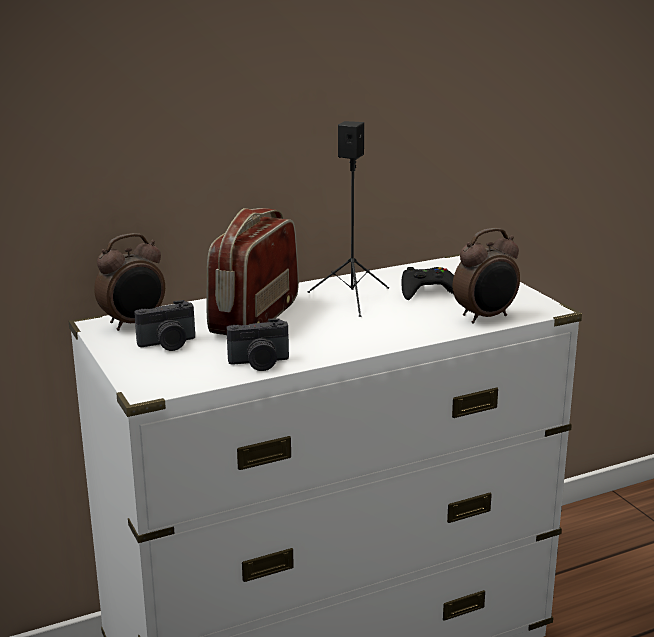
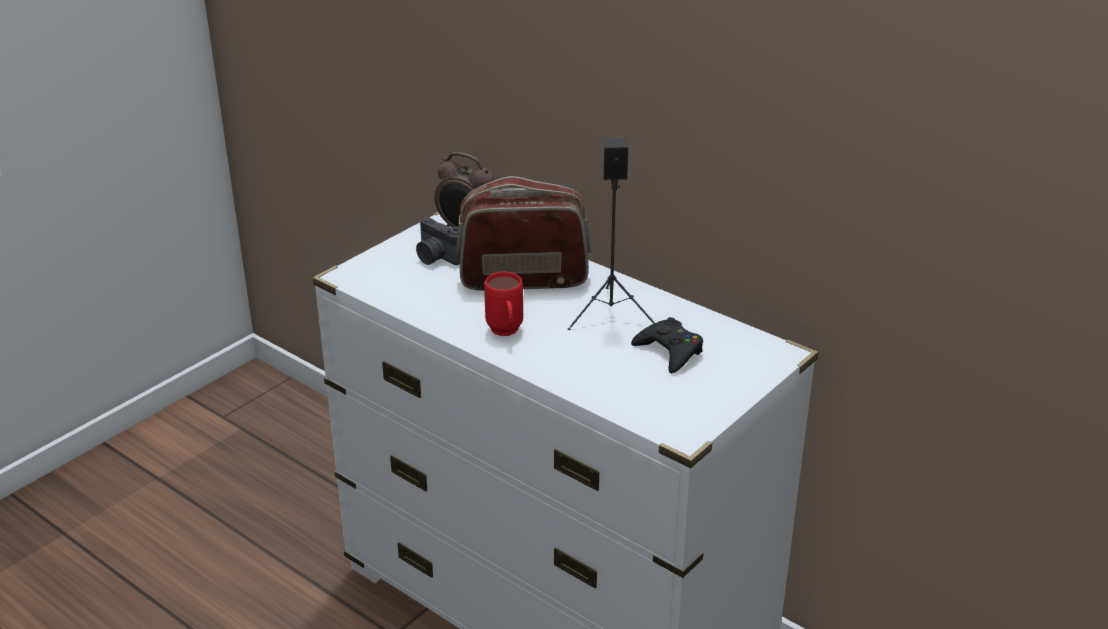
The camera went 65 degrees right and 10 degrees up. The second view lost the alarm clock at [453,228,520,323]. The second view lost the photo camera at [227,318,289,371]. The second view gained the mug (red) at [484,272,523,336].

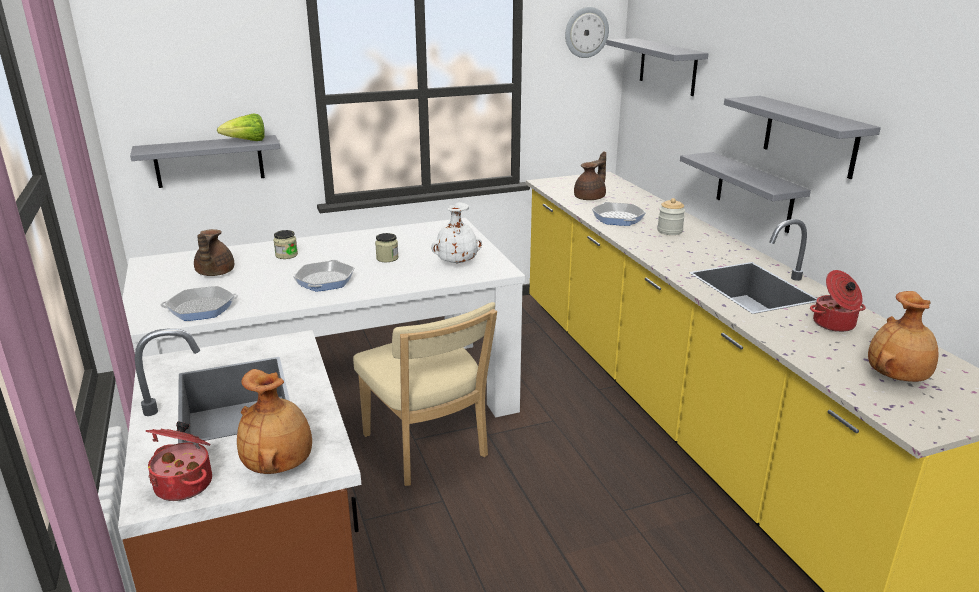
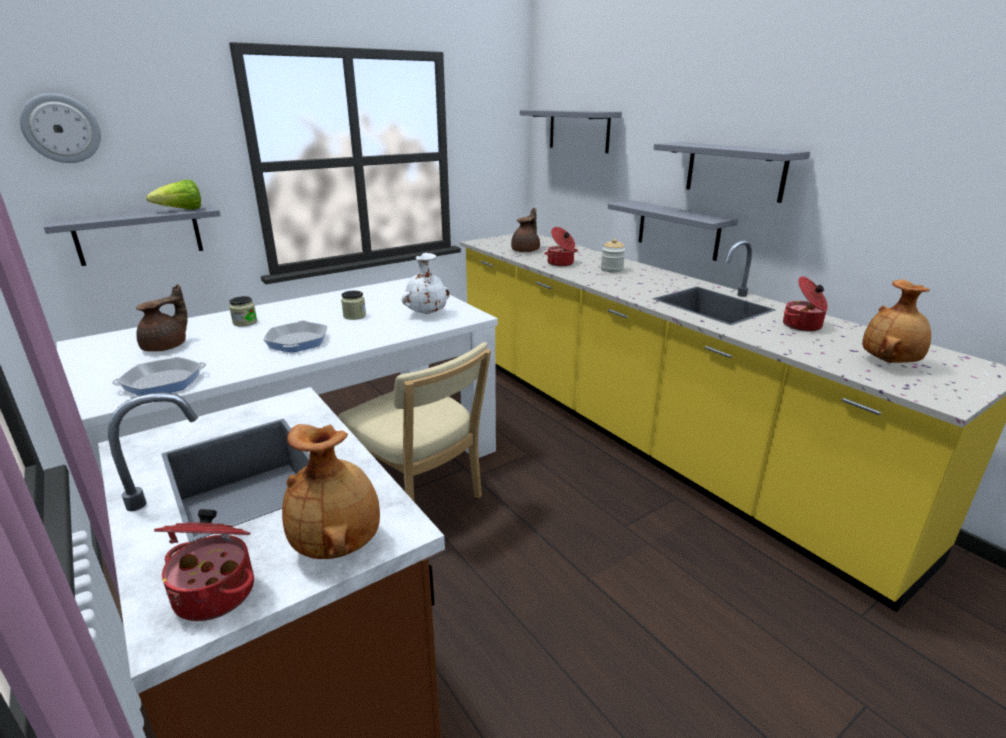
The camera went 15 degrees left and 0 degrees up. The wall clock ended up elsewhere, having gone from [565,7,609,58] to [20,93,101,163]. Where the frying pan stood at [592,202,646,226], the cooking pot came to stand at [544,227,578,266]. The teapot (brown) at [194,229,234,276] ended up facing another way, 135 degrees counterclockwise from before.

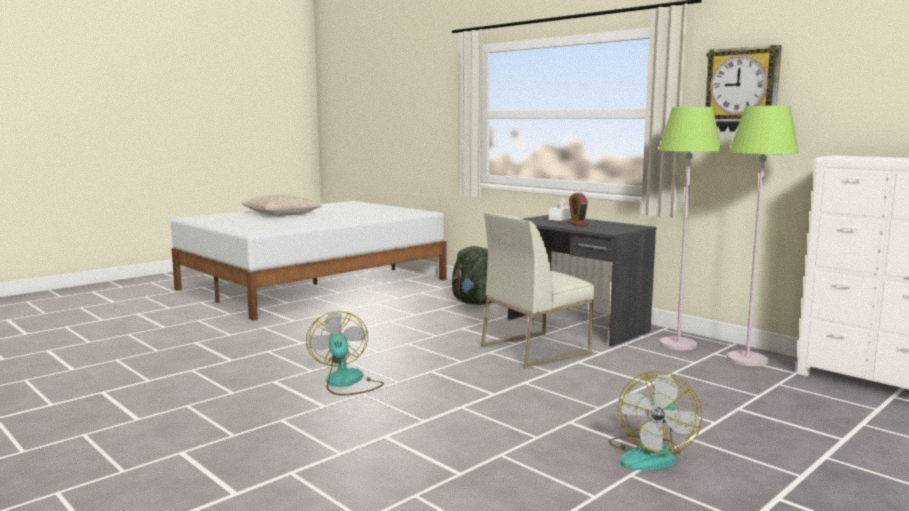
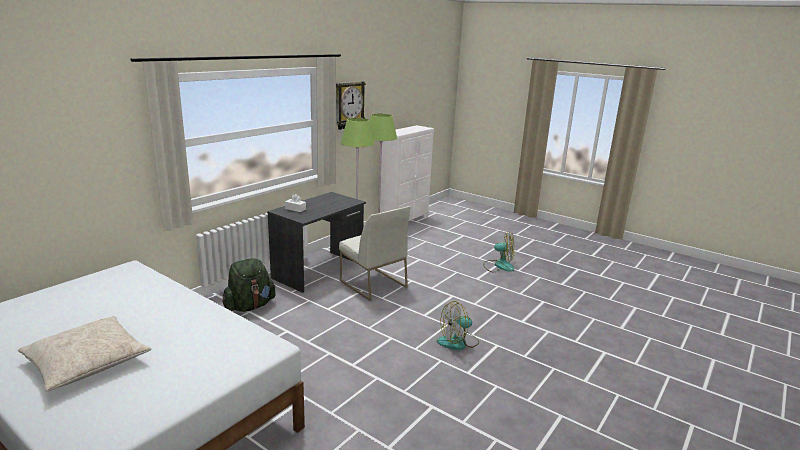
The camera went 100 degrees left and 10 degrees up. The second view lost the alarm clock at [567,192,589,226].

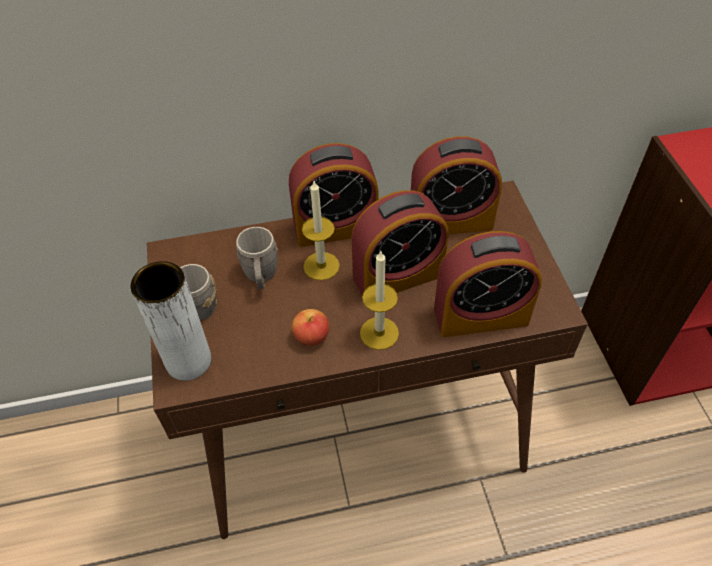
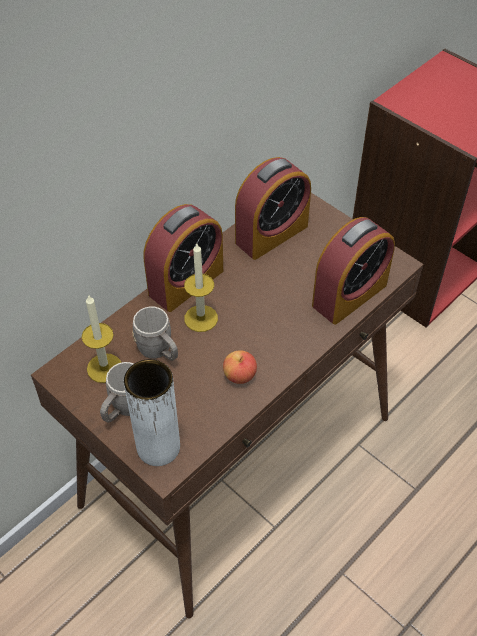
The camera went 35 degrees left and 0 degrees up. The second view lost the alarm clock at [351,190,449,295]. The candle ended up elsewhere, having gone from [360,251,399,350] to [82,294,121,383].

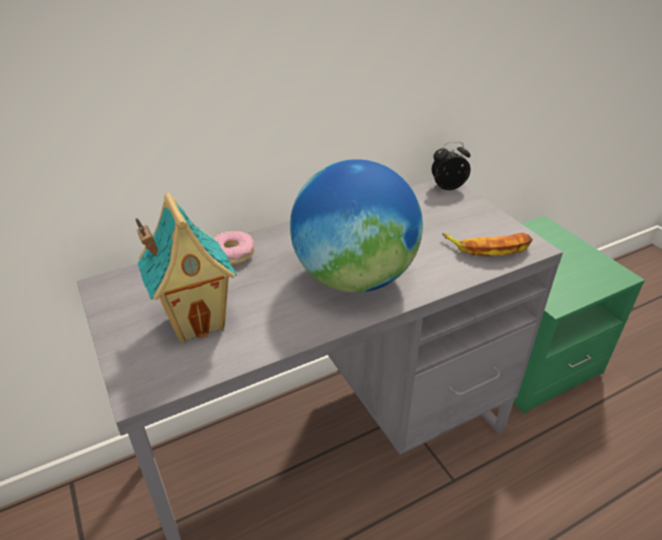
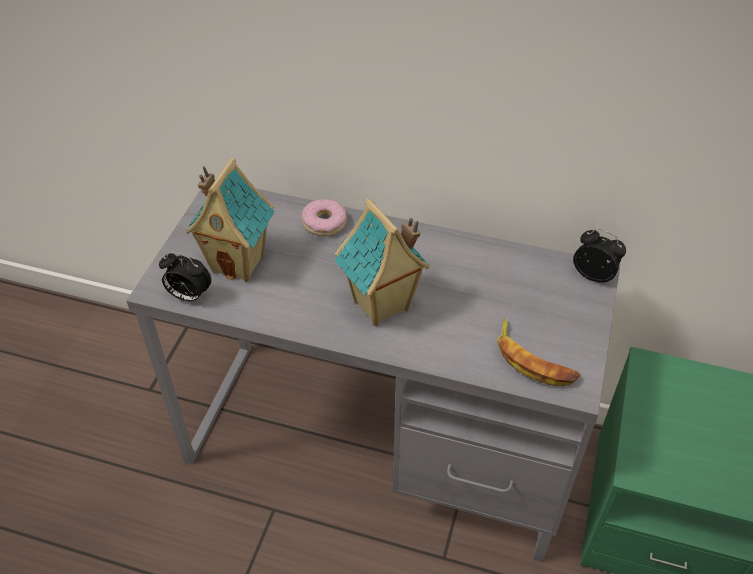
The camera went 45 degrees right and 10 degrees up. Where the globe stood at [290,159,423,293], the toy house came to stand at [335,198,430,326]. The second view gained the alarm clock at [159,252,211,302].

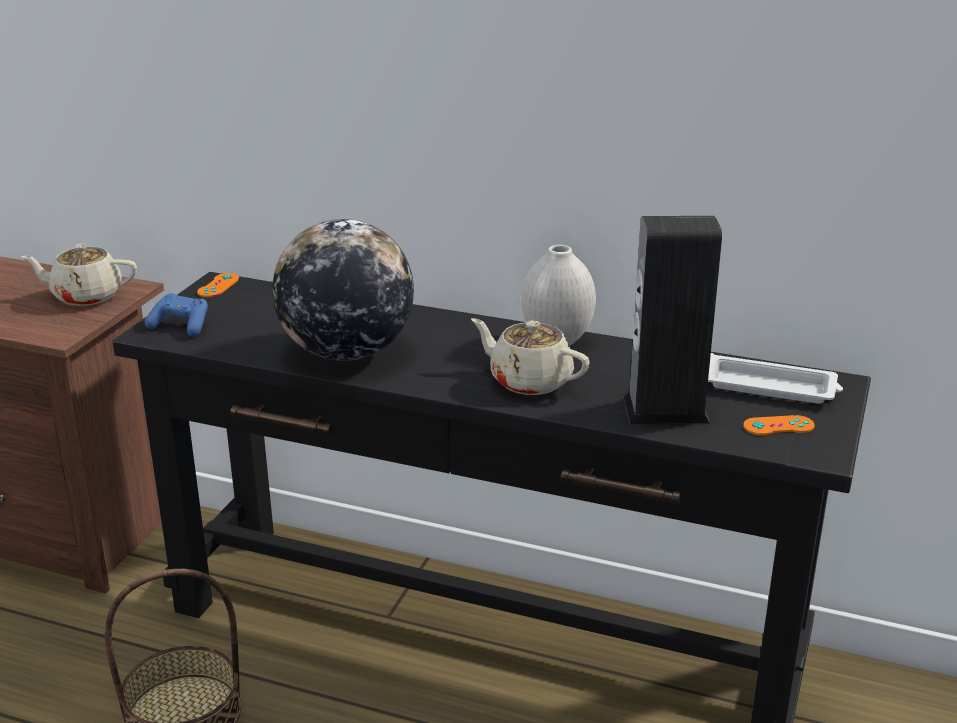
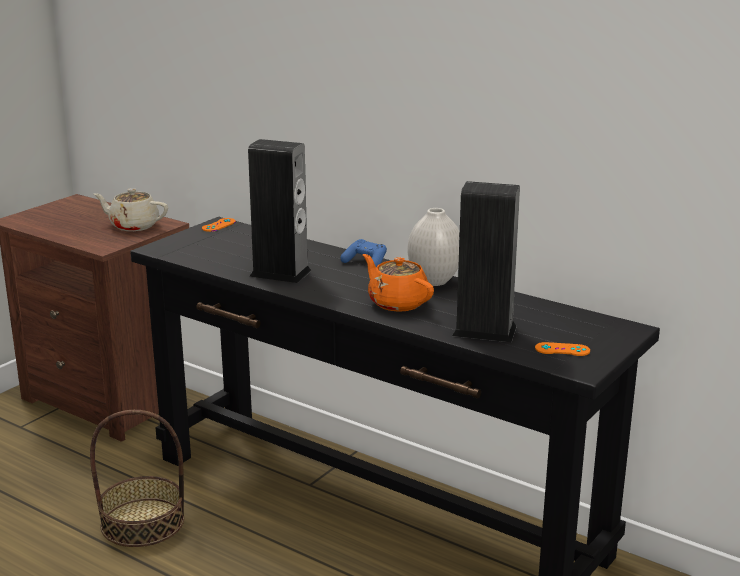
The camera went 15 degrees right and 5 degrees down. Where the globe stood at [272,219,414,361], the speaker came to stand at [248,139,312,283]. The game controller (blue) ended up elsewhere, having gone from [145,293,208,337] to [340,239,387,267]. What was the teapot (beige) at [471,318,590,395] turned into the teapot (orange) at [363,254,434,312]. The second view lost the tray (white) at [708,353,843,404].

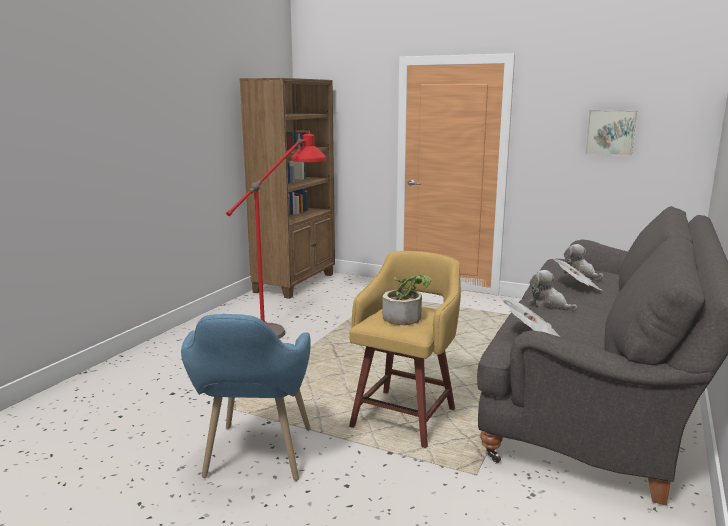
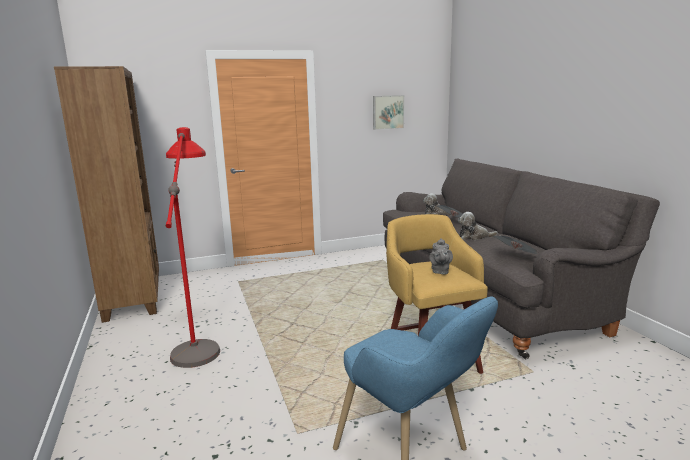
The camera went 45 degrees left and 0 degrees up. Where the potted plant stood at [382,275,431,325], the teapot (grey) came to stand at [429,238,453,275].

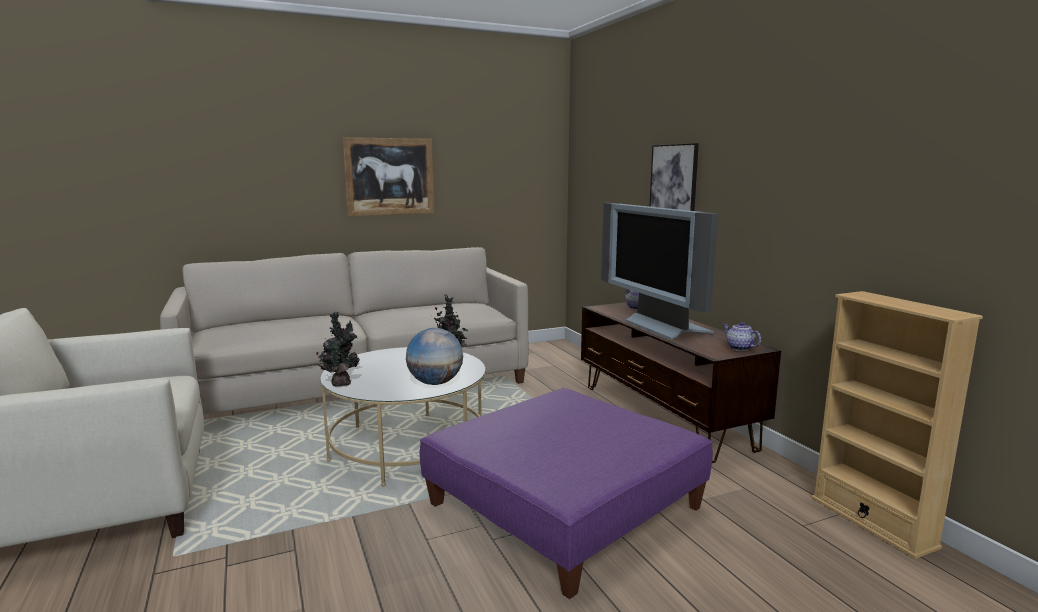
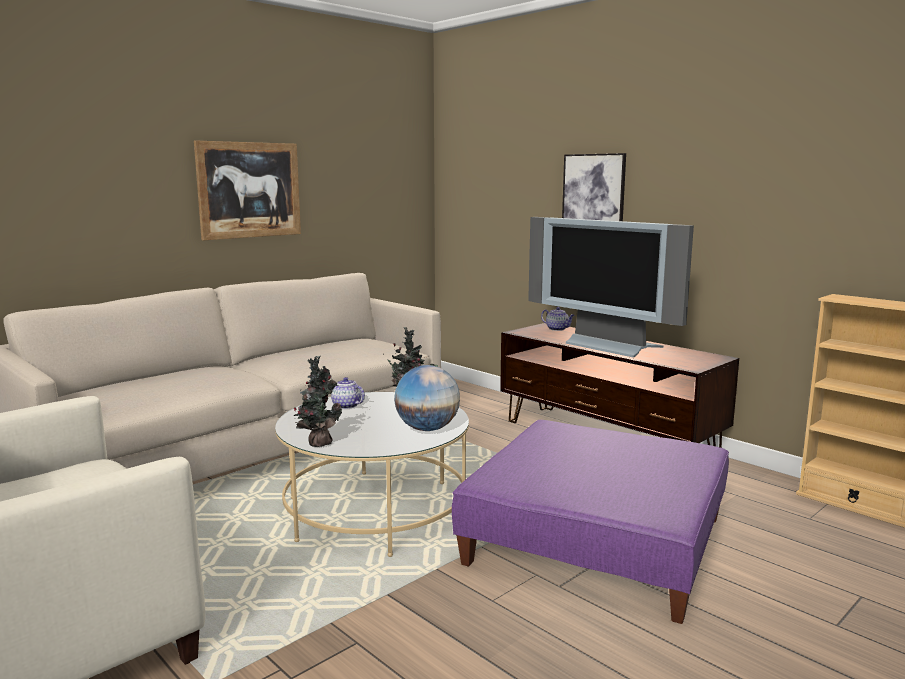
The camera went 20 degrees left and 0 degrees up. The teapot ended up elsewhere, having gone from [723,322,761,351] to [331,377,365,409].

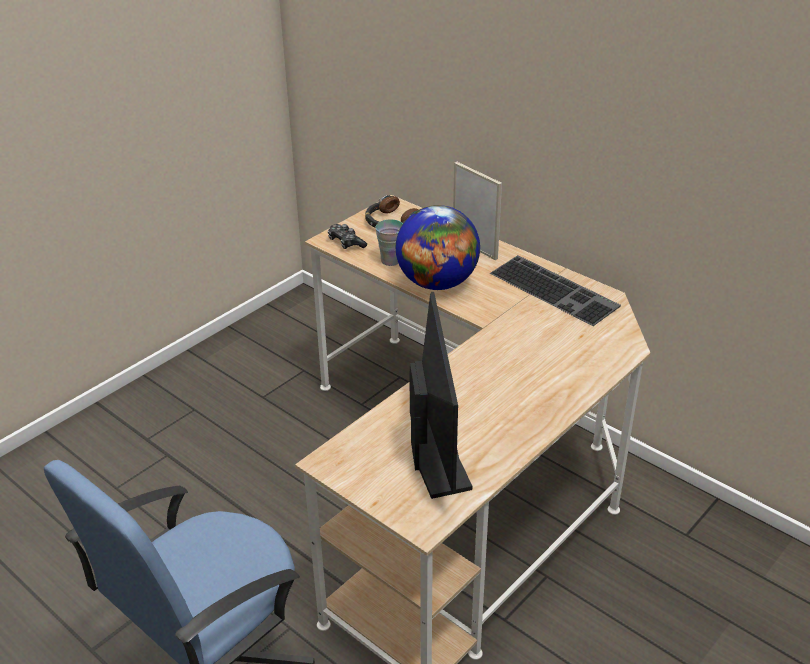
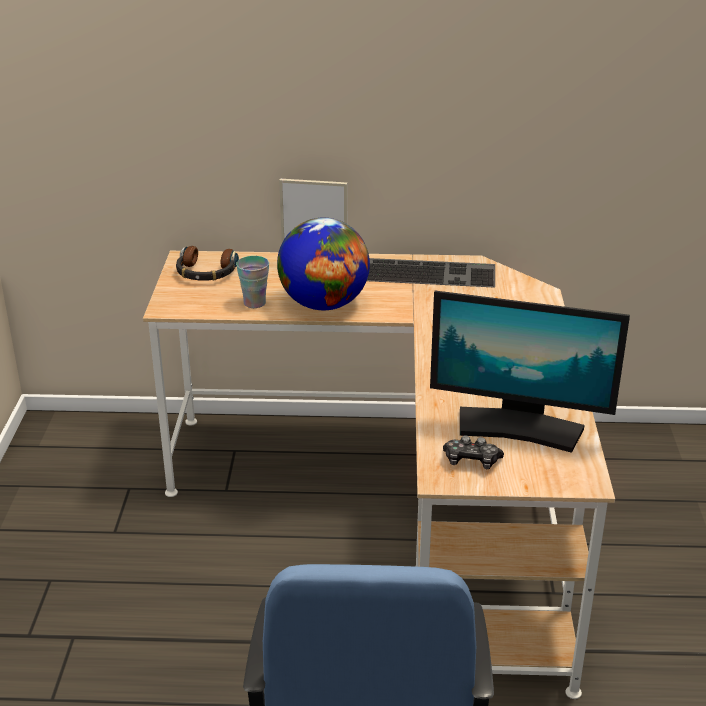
The camera went 40 degrees left and 5 degrees down. The game controller ended up elsewhere, having gone from [328,224,367,249] to [443,435,504,469]. The monitor at [409,292,472,499] ended up facing another way, 150 degrees clockwise from before.

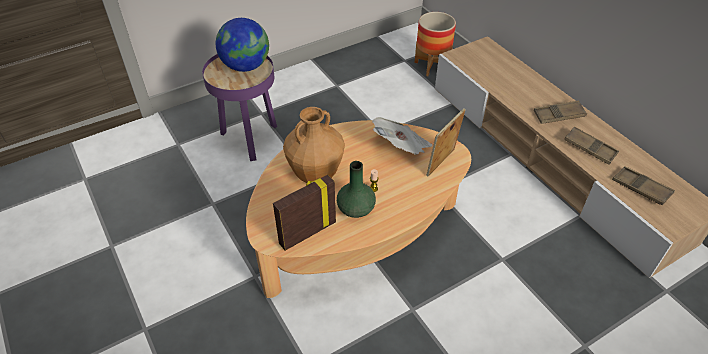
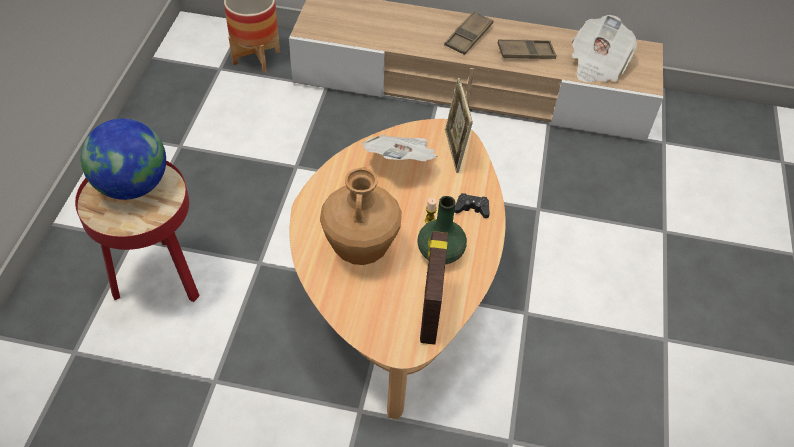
The camera went 50 degrees left and 5 degrees up. What was the side table (purple) at [202,54,277,161] turned into the side table (red) at [75,161,200,302]. Where the tray (brown) stood at [612,166,675,205], the newspaper came to stand at [572,15,637,82]. The second view gained the game controller (black) at [454,193,490,218].

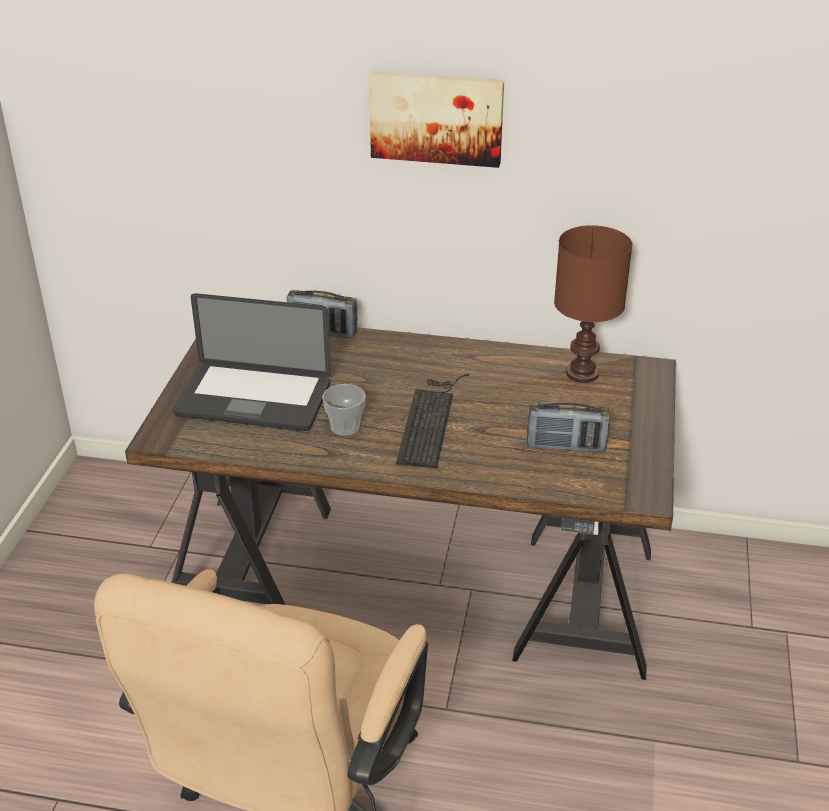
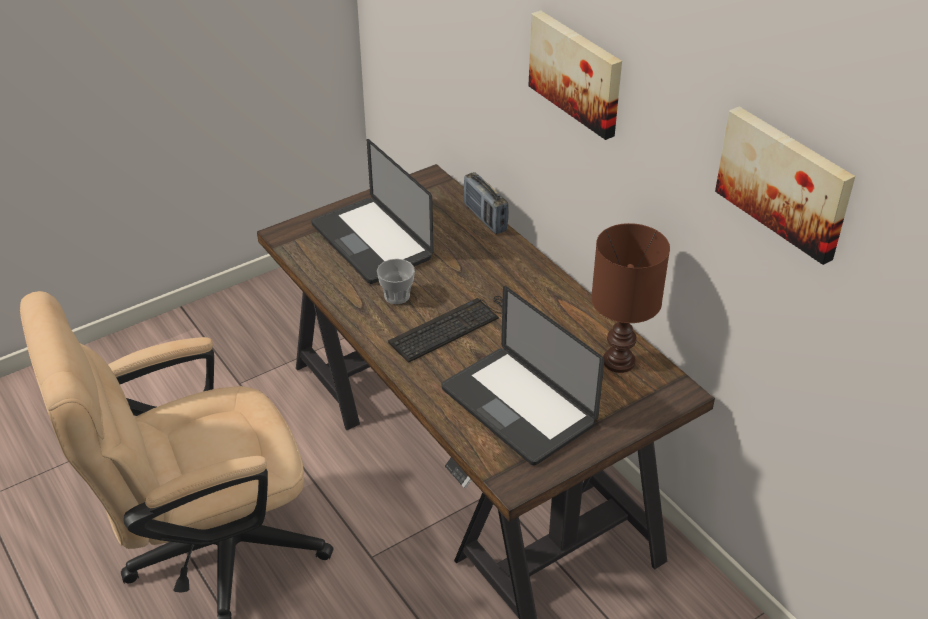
The camera went 45 degrees right and 5 degrees up. Where the radio stood at [527,403,610,452], the laptop came to stand at [441,286,604,466]. The second view gained the picture at [715,107,855,265].

